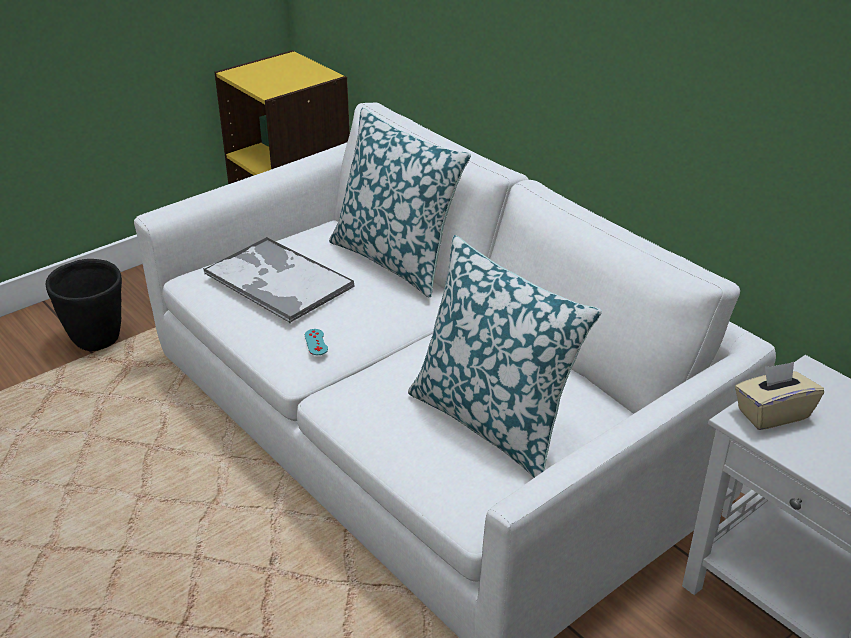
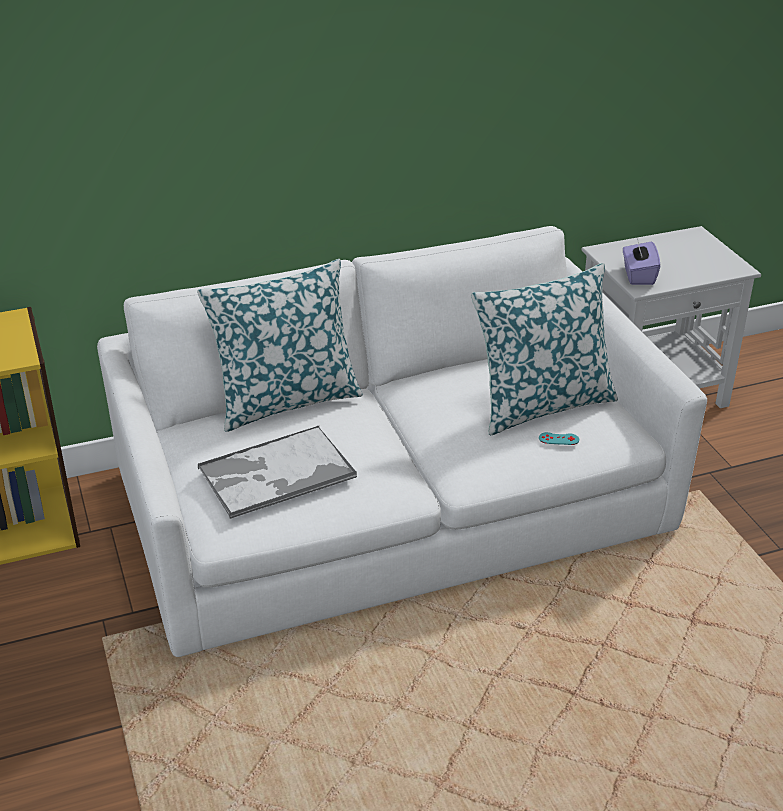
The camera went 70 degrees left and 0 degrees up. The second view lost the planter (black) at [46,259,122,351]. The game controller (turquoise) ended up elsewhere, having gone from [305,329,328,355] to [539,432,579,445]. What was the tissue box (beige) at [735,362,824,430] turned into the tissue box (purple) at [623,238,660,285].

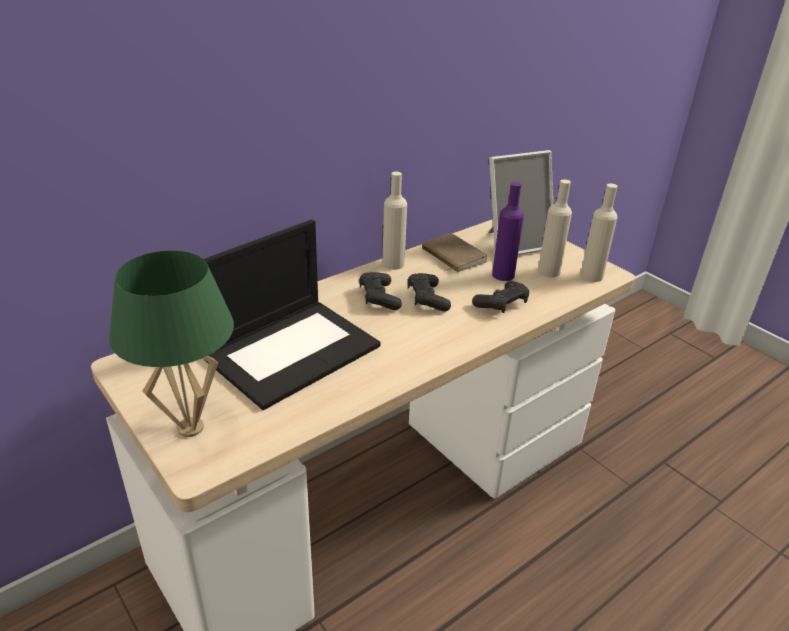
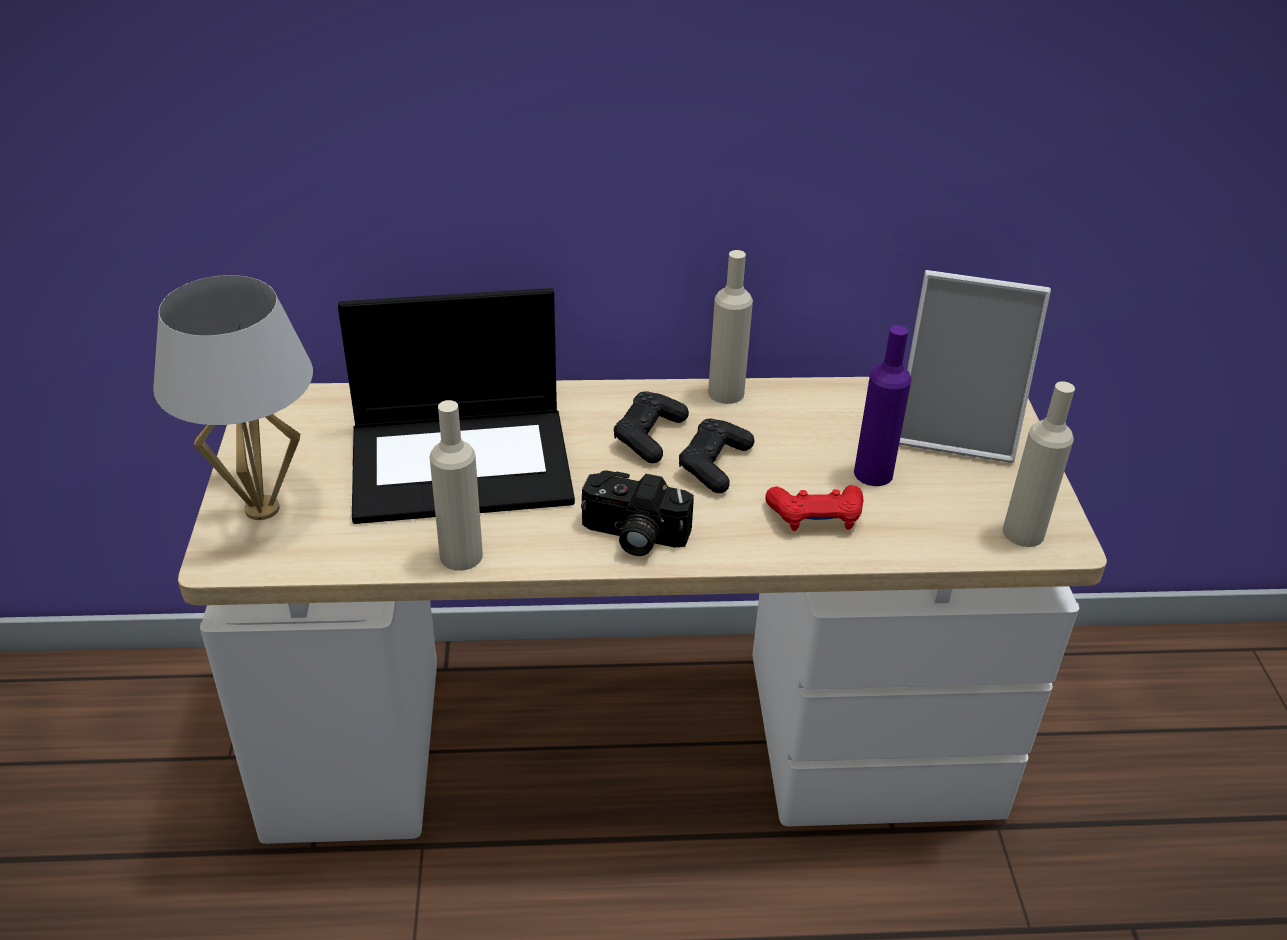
The camera went 35 degrees right and 5 degrees up. The bottle (beige) ended up elsewhere, having gone from [538,179,572,278] to [430,400,483,571]. The second view lost the book (brown) at [422,233,487,272]. What was the table lamp (green) at [109,250,234,437] turned into the table lamp (white) at [153,275,313,520]. What was the game controller (black) at [472,281,529,313] turned into the game controller (red) at [765,485,864,531]. The second view gained the photo camera at [581,470,694,556].

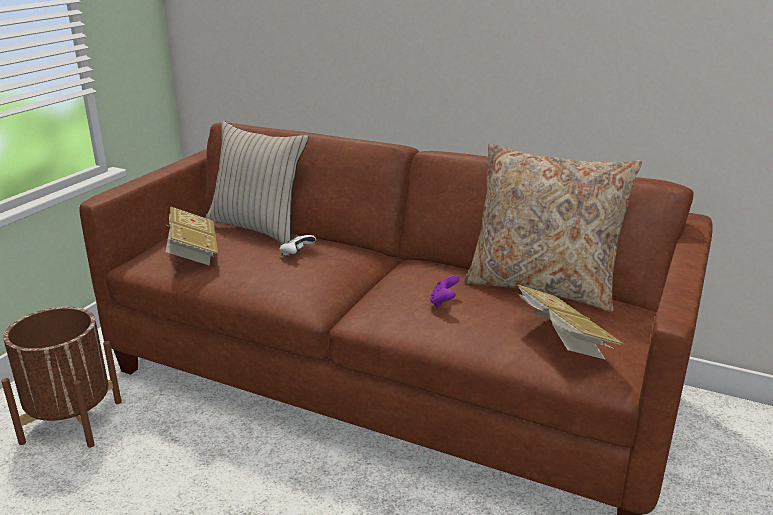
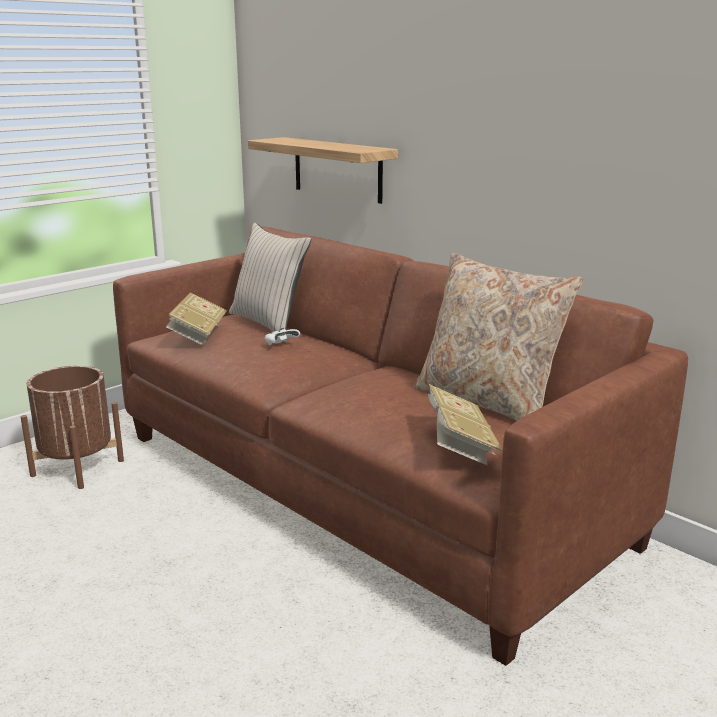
The camera went 20 degrees right and 5 degrees down. The second view lost the game controller (purple) at [430,275,459,307]. The second view gained the shelf at [248,137,398,204].

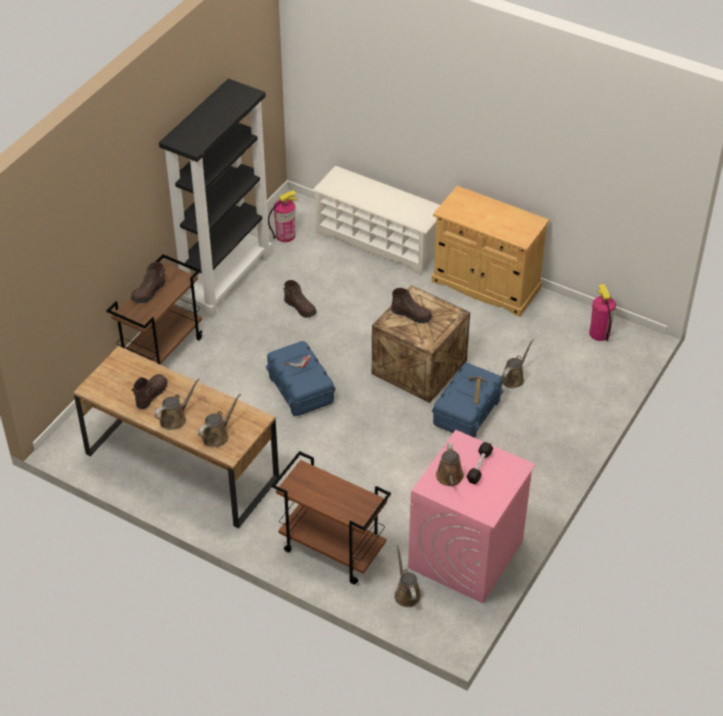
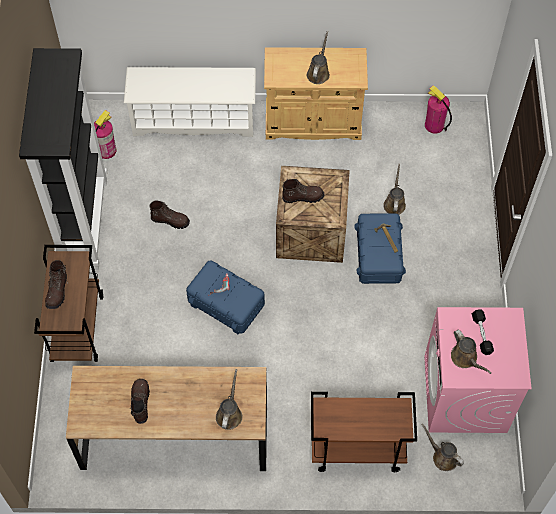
The camera went 30 degrees left and 15 degrees up. The watering can (brown) ended up elsewhere, having gone from [154,378,200,430] to [307,31,330,84].

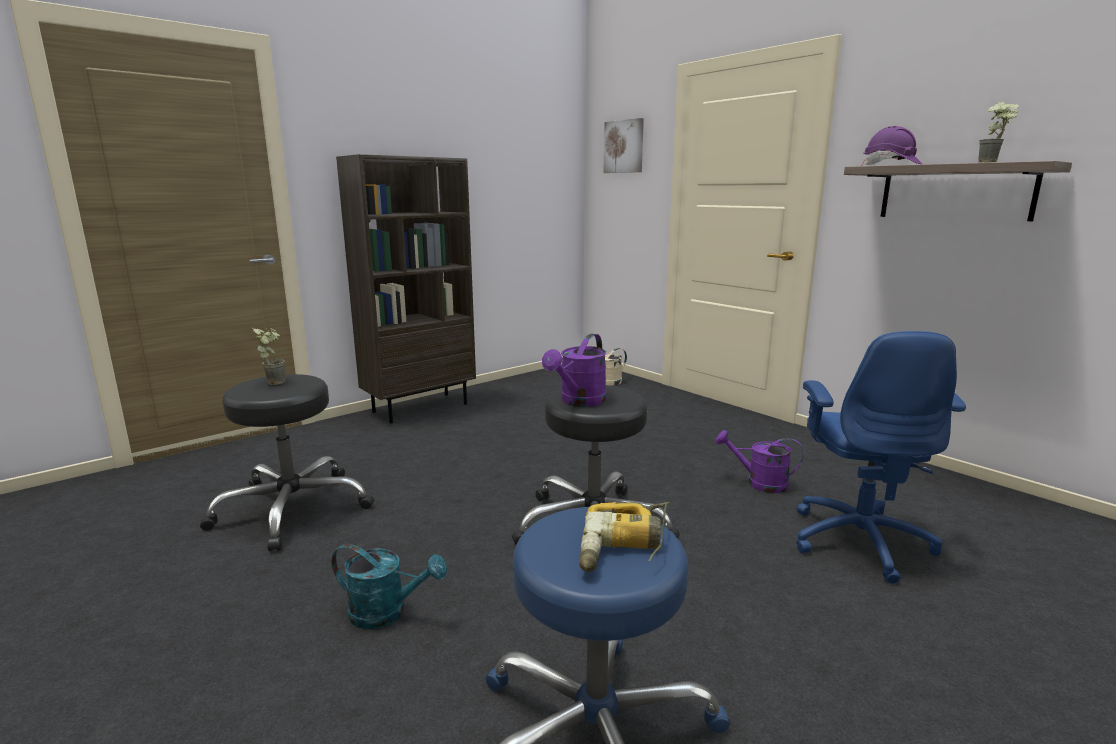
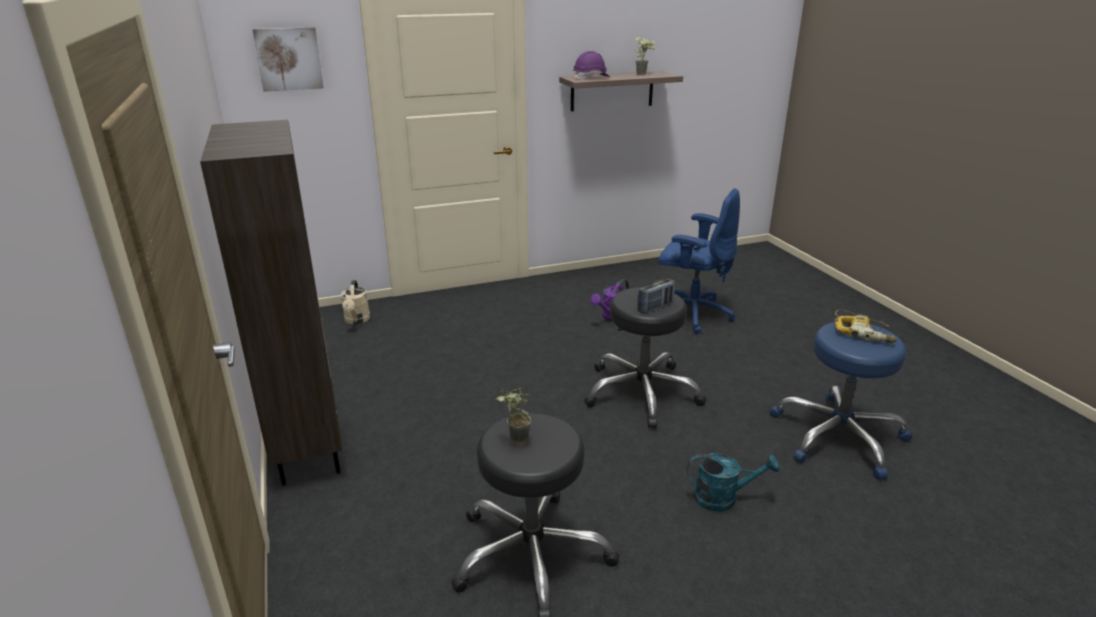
The camera went 70 degrees left and 10 degrees up. Where the watering can (purple) stood at [542,334,607,407], the radio came to stand at [638,279,675,314]. The watering can (turquoise) at [331,544,447,629] ended up facing another way, 60 degrees clockwise from before.

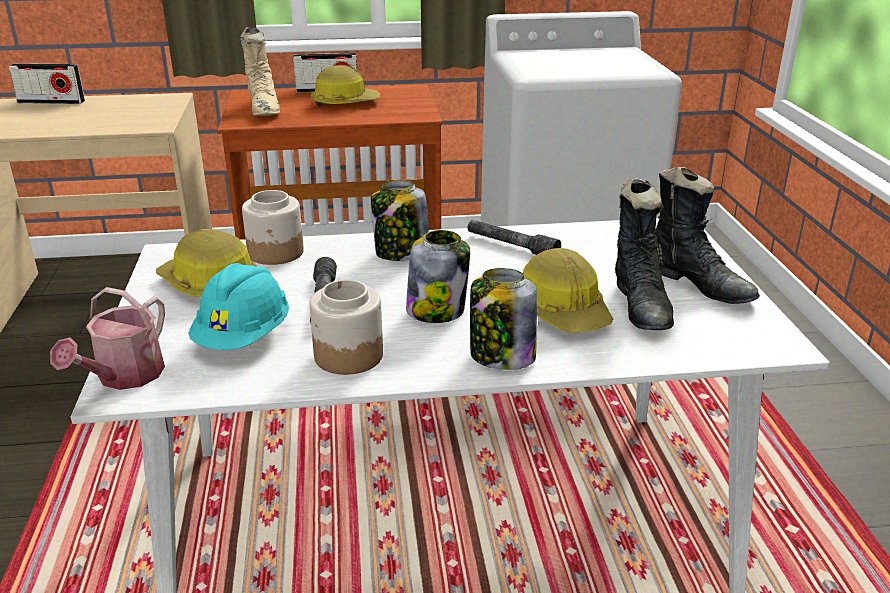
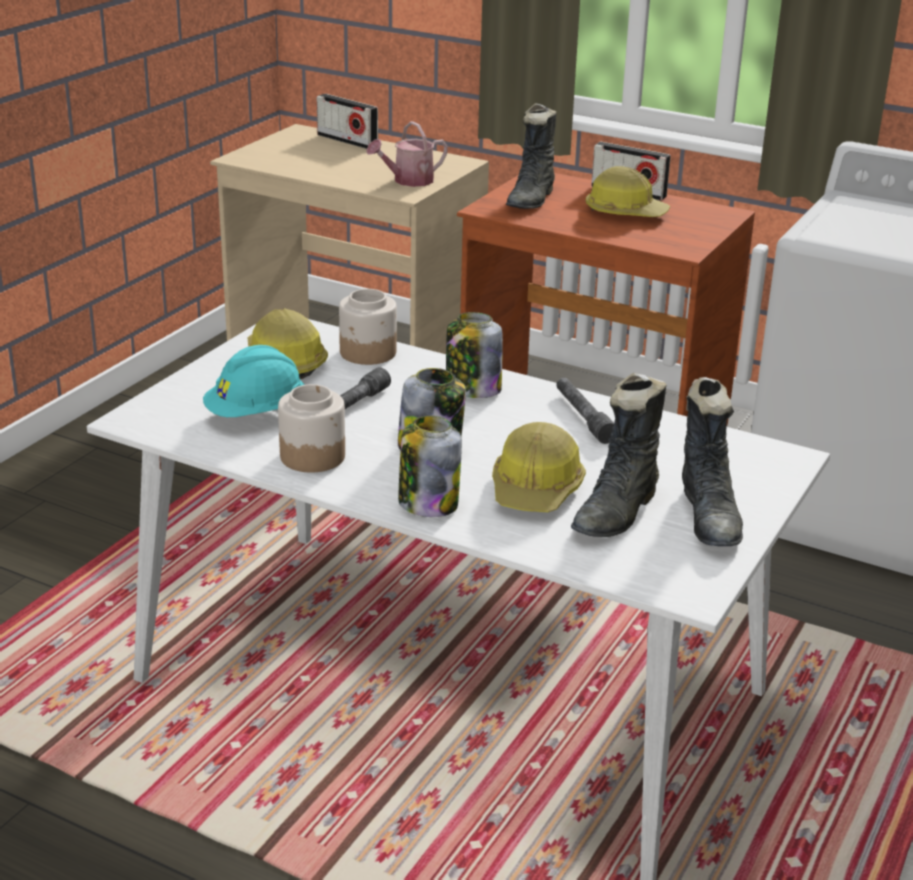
The camera went 35 degrees right and 0 degrees up. What was the boot (beige) at [240,27,280,116] turned into the boot (black) at [506,103,557,209]. The watering can ended up elsewhere, having gone from [50,287,165,390] to [366,121,448,187].

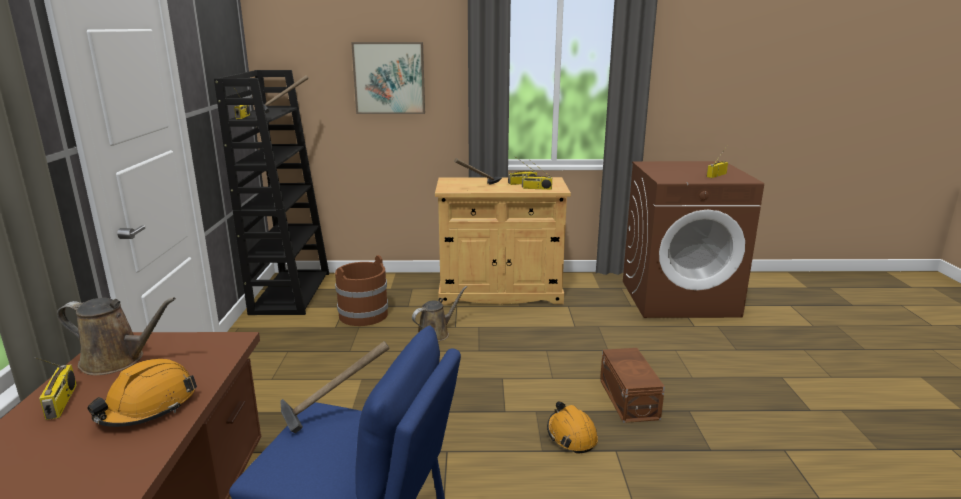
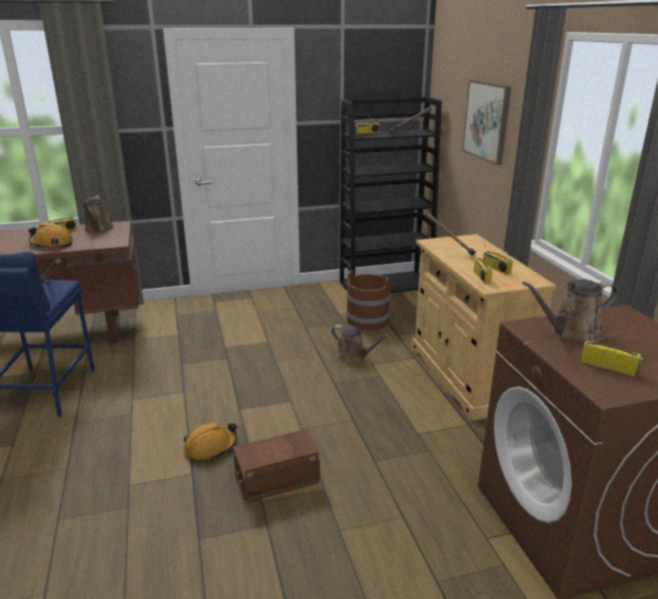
The camera went 75 degrees right and 5 degrees up. The second view gained the watering can (brown) at [522,279,618,343].

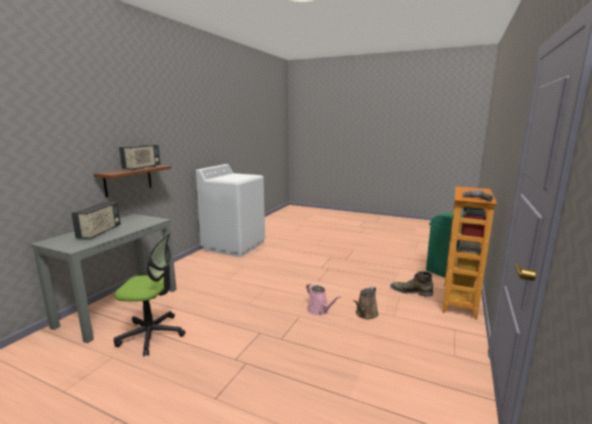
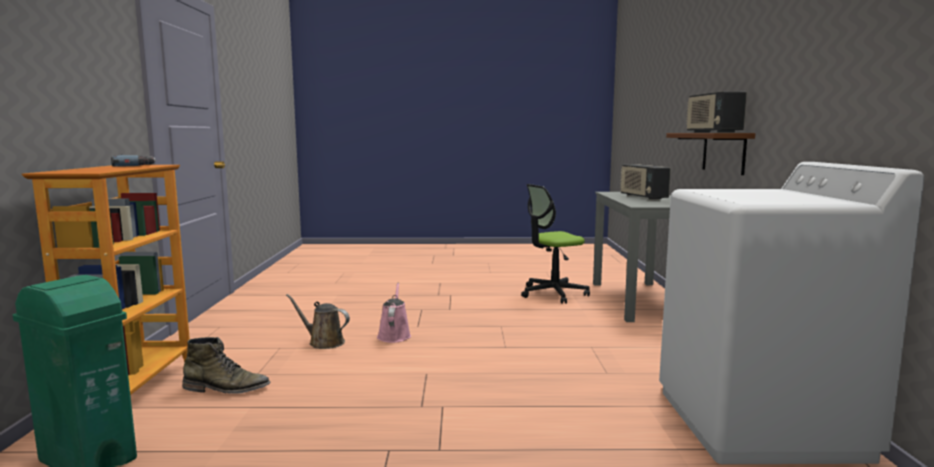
The camera went 155 degrees right and 5 degrees down. The watering can (pink) at [306,283,341,316] ended up facing another way, 60 degrees clockwise from before. The watering can (brown) at [354,286,379,319] ended up facing another way, 75 degrees counterclockwise from before.

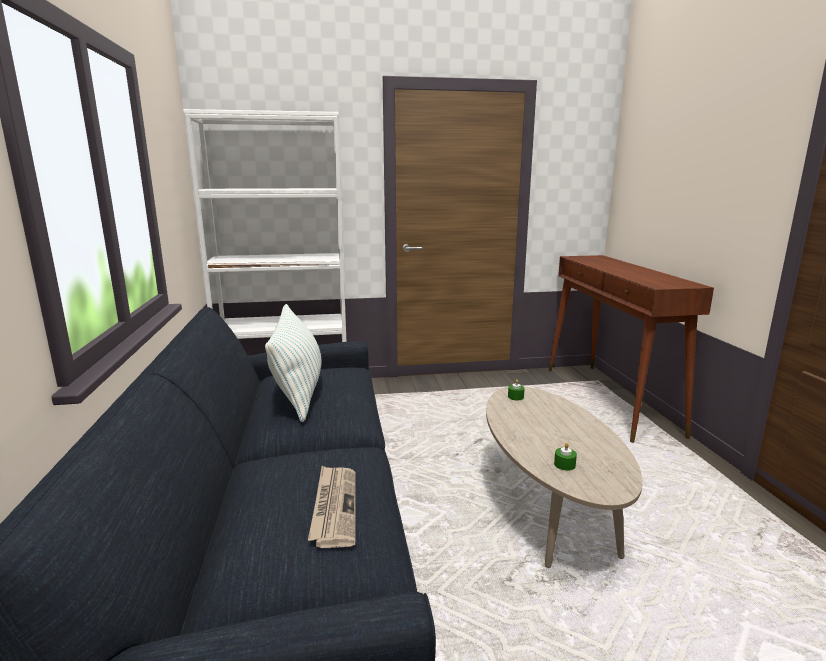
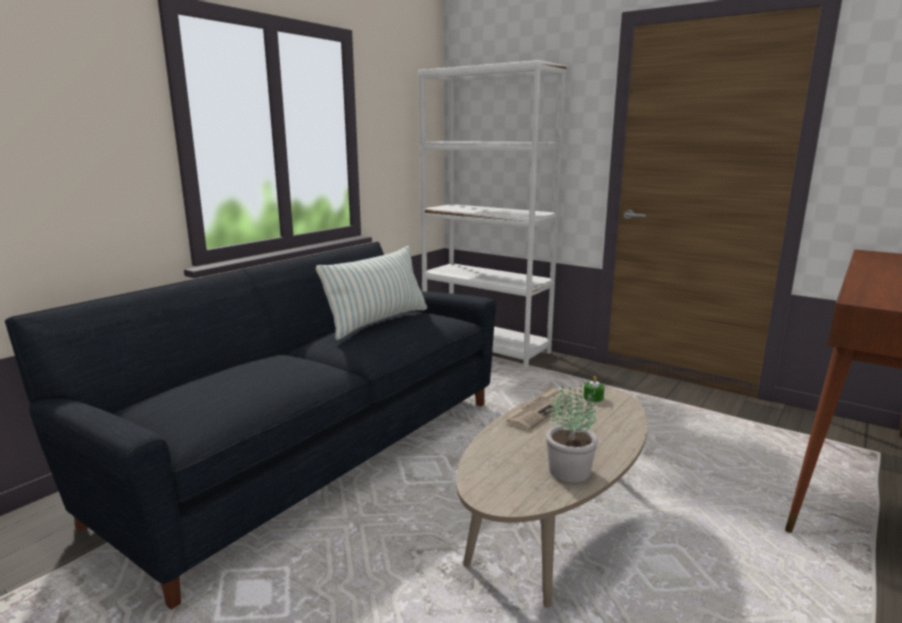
The camera went 45 degrees right and 0 degrees up. The second view lost the candle (green) at [554,443,577,471]. The newspaper ended up elsewhere, having gone from [308,466,355,548] to [504,386,570,431]. The second view gained the potted plant at [546,385,598,482].

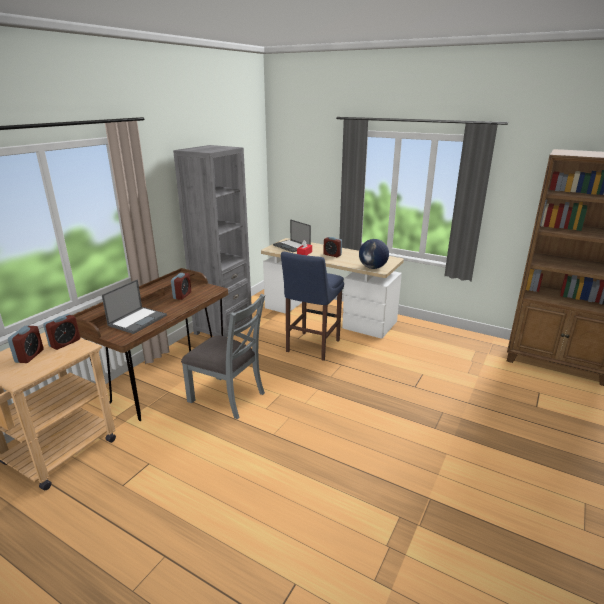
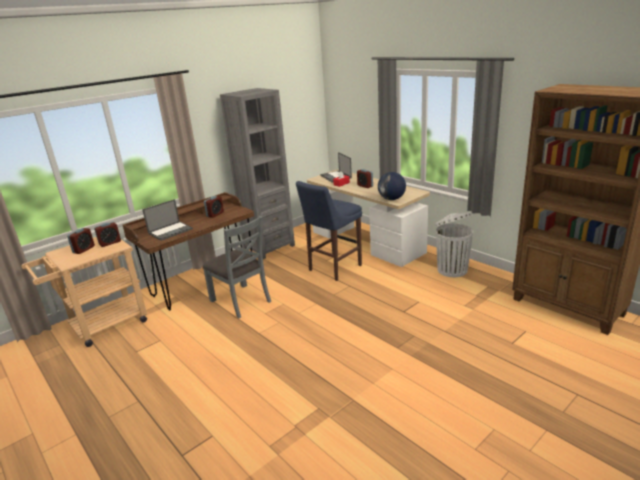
The camera went 20 degrees right and 0 degrees up. The second view gained the trash can (white) at [434,212,474,277].

